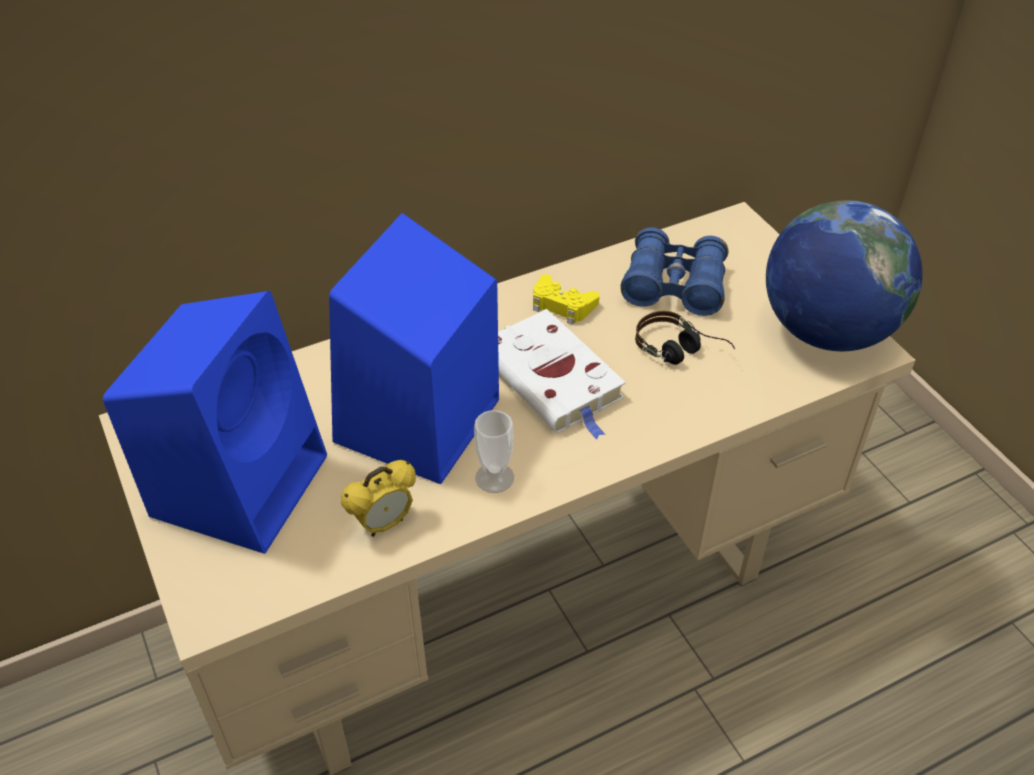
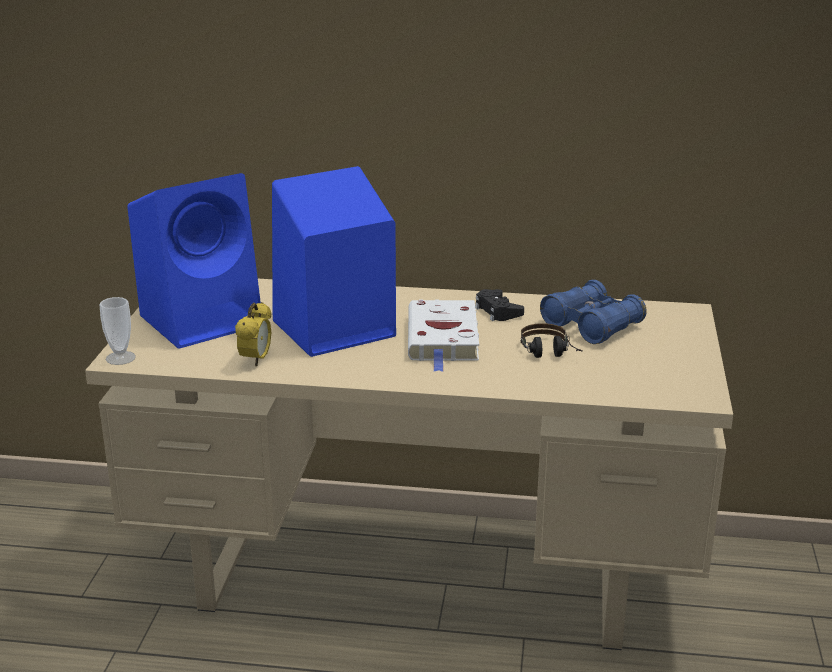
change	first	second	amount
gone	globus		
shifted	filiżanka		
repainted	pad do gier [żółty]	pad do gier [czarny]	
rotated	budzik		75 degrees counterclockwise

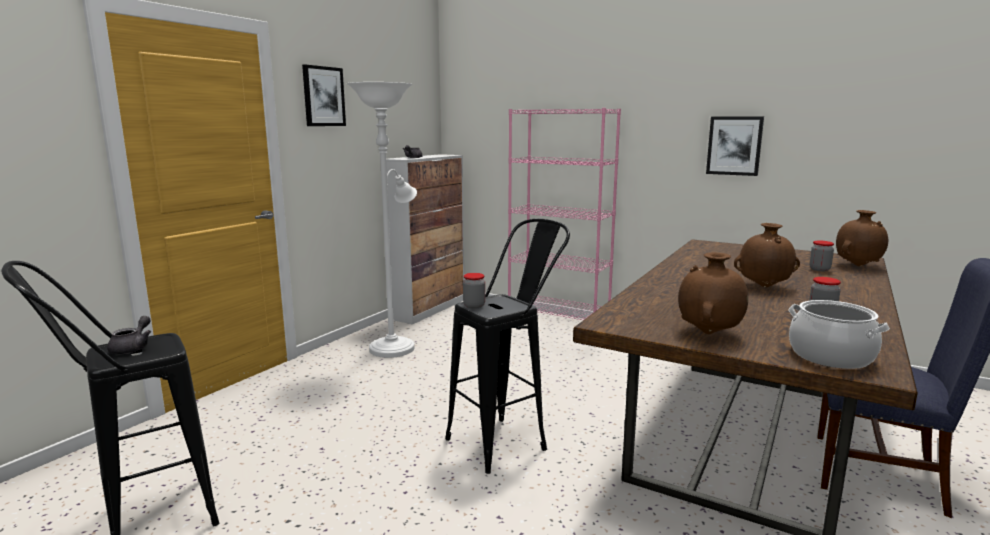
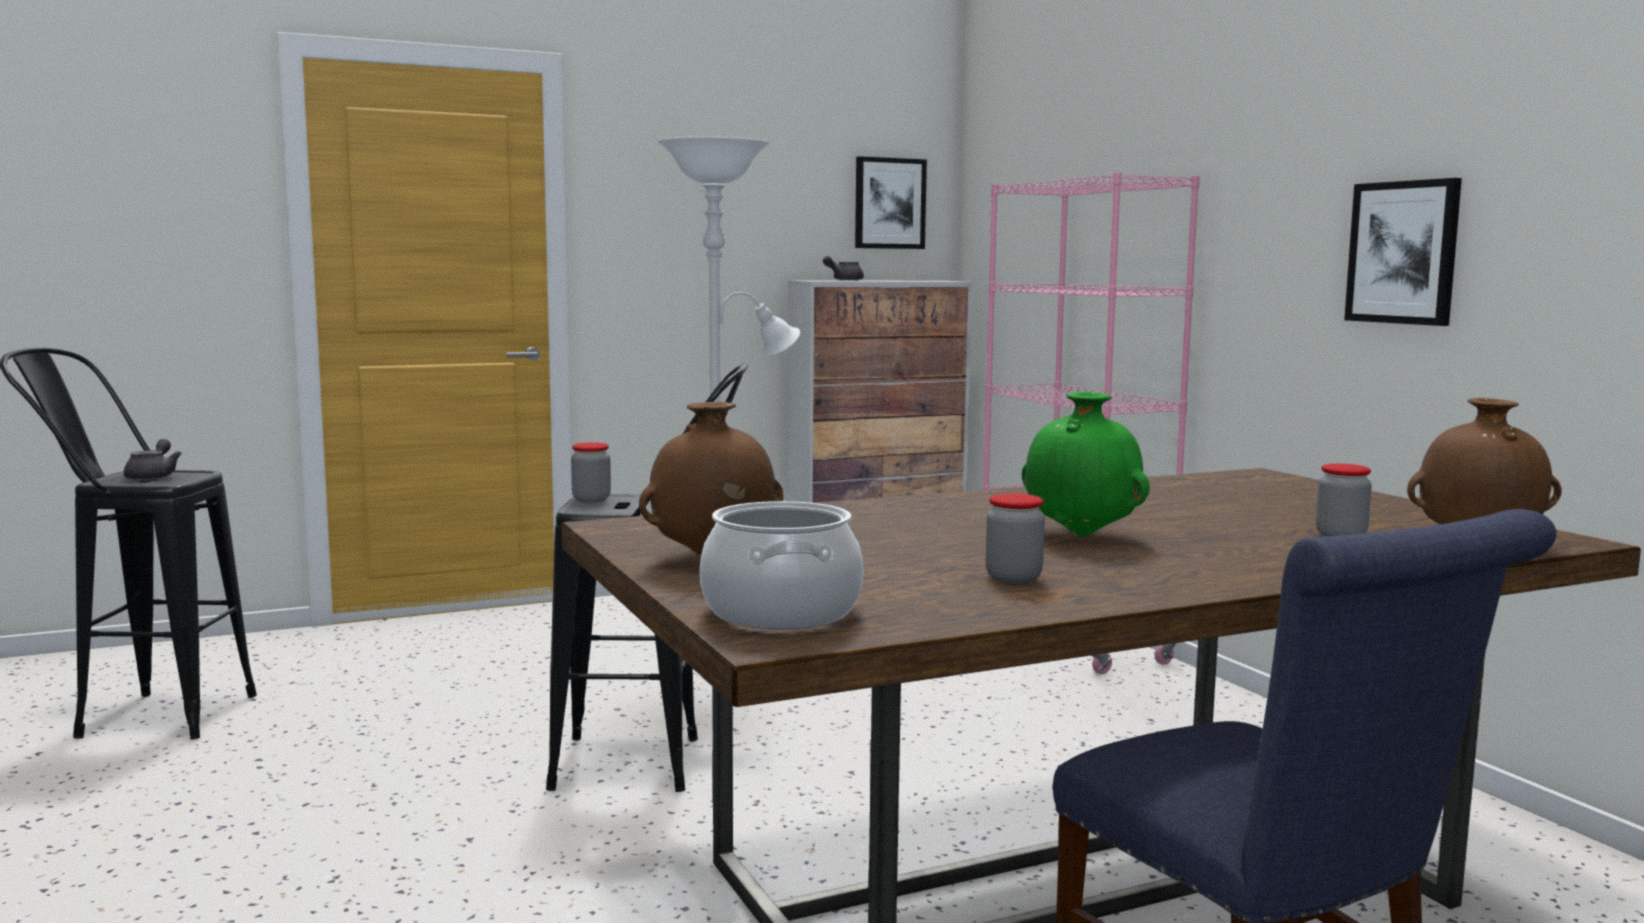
change	first	second	amount
shifted	obraz (no. 1 from left)		
repainted	wazon [brązowy] (no. 2 from left)	wazon [zielony]	
rotated	imbryk [szary] (no. 1 from left)		45 degrees counterclockwise

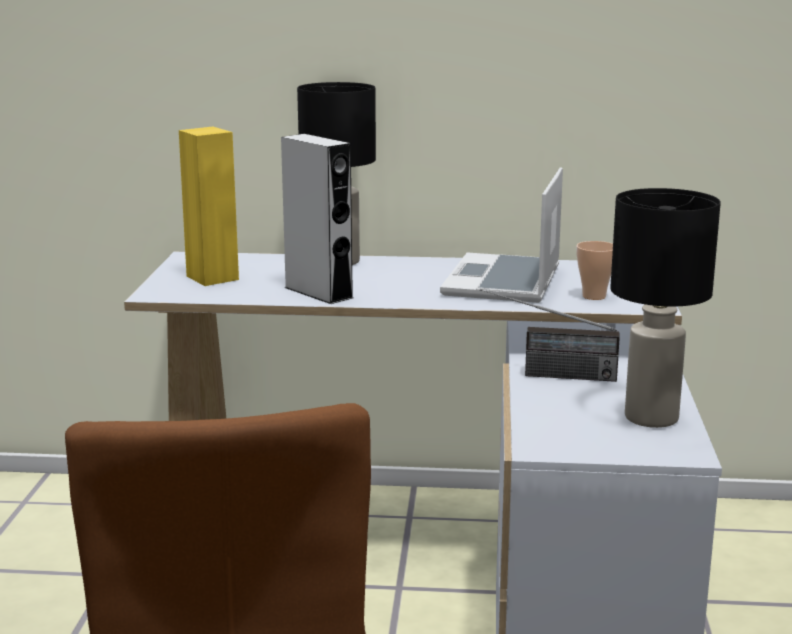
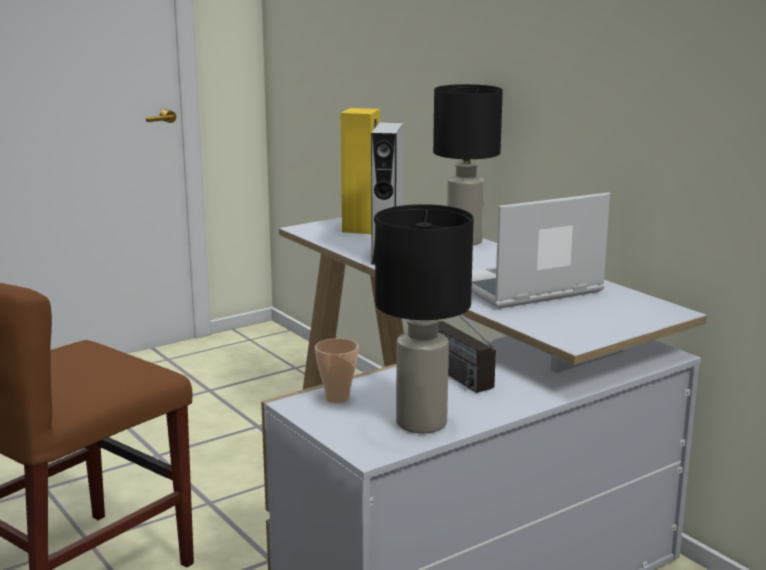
change	first	second	amount
shifted	filiżanka		

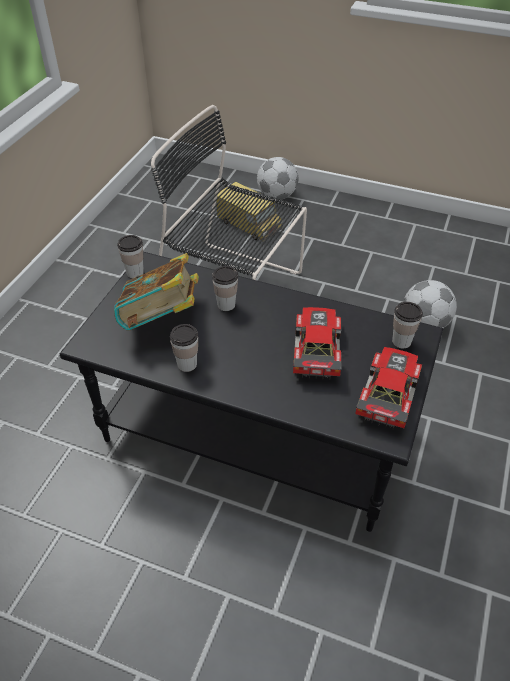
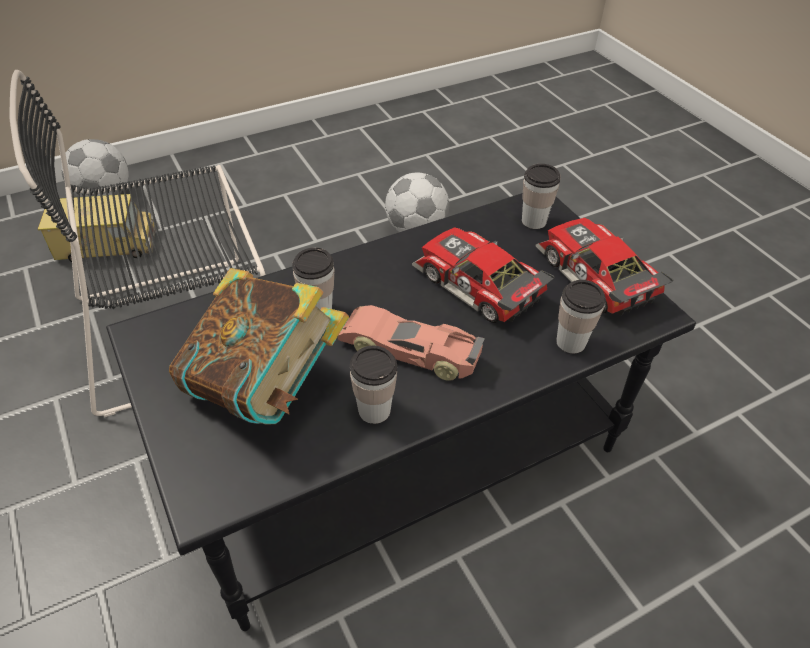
change	first	second	amount
new		samochodzik (no. 1 from left)	
shifted	filiżanka (no. 1 from left in the first image)	filiżanka (no. 4 from left)	

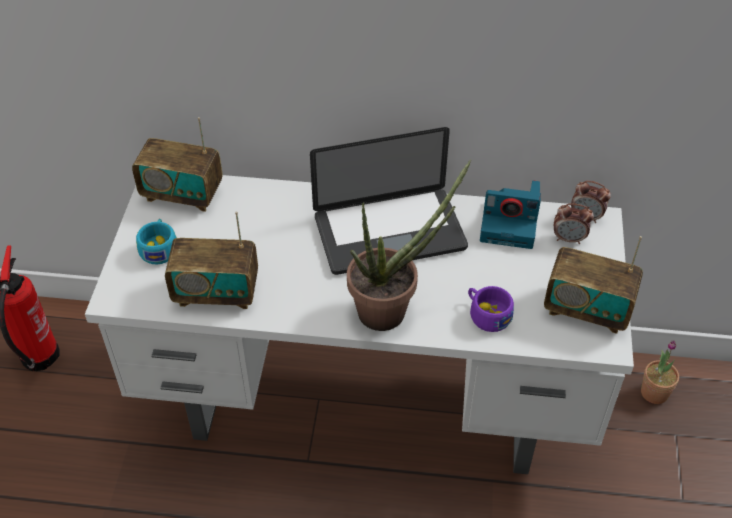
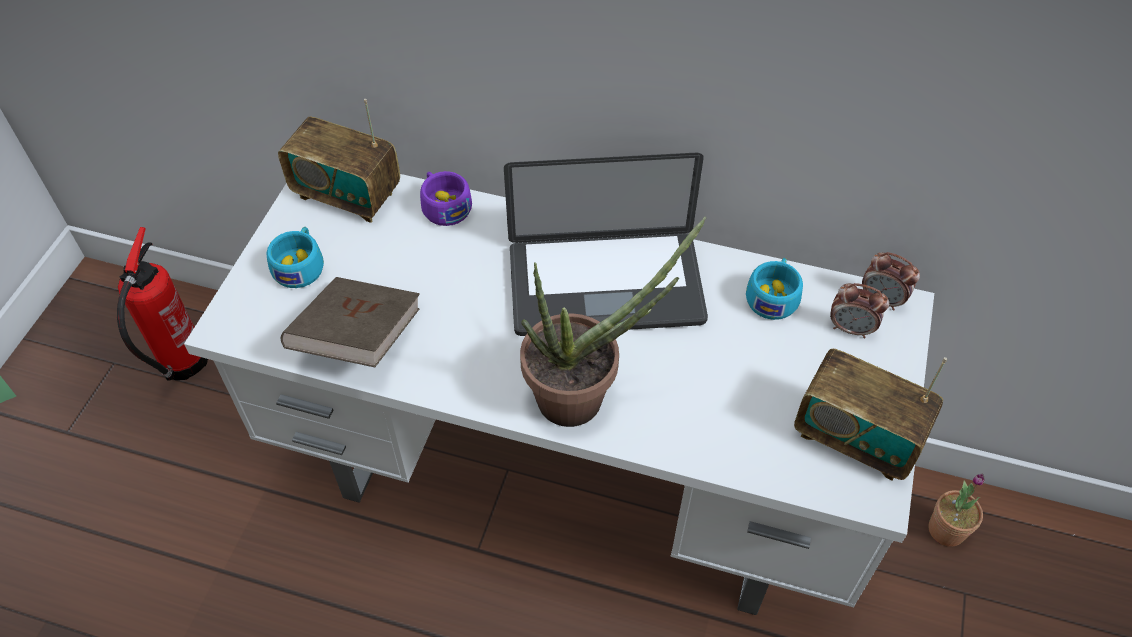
change	first	second	amount
shifted	filiżanka [fioletowy]		
swapped	radio (no. 2 from left)	książka [brązowy]	
swapped	aparat fotograficzny	filiżanka [turkusowy] (no. 2 from left)	

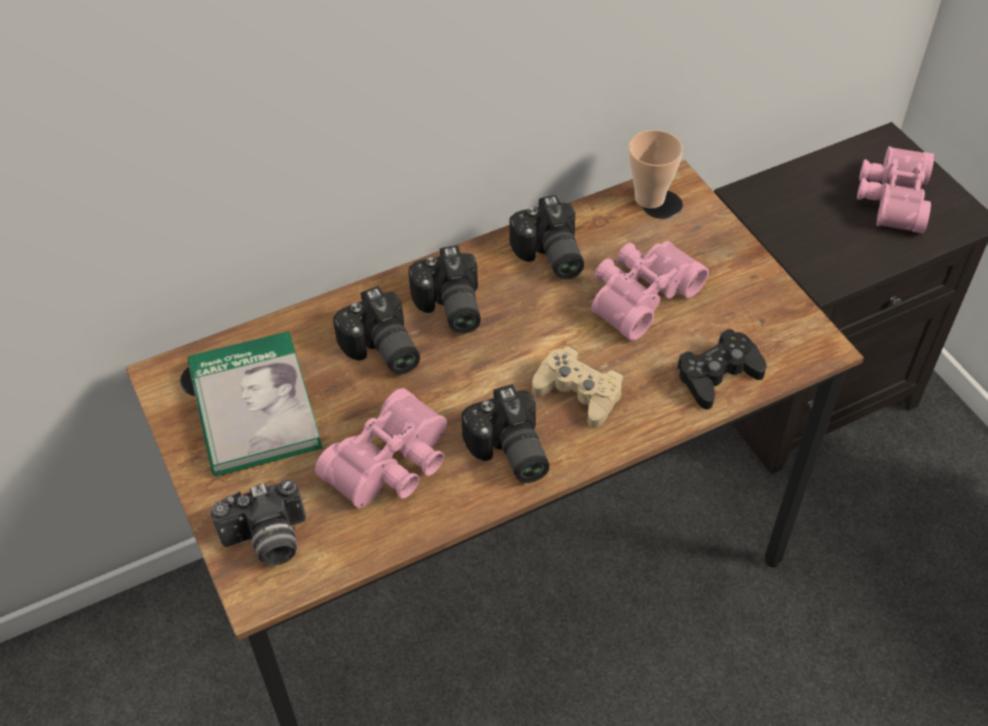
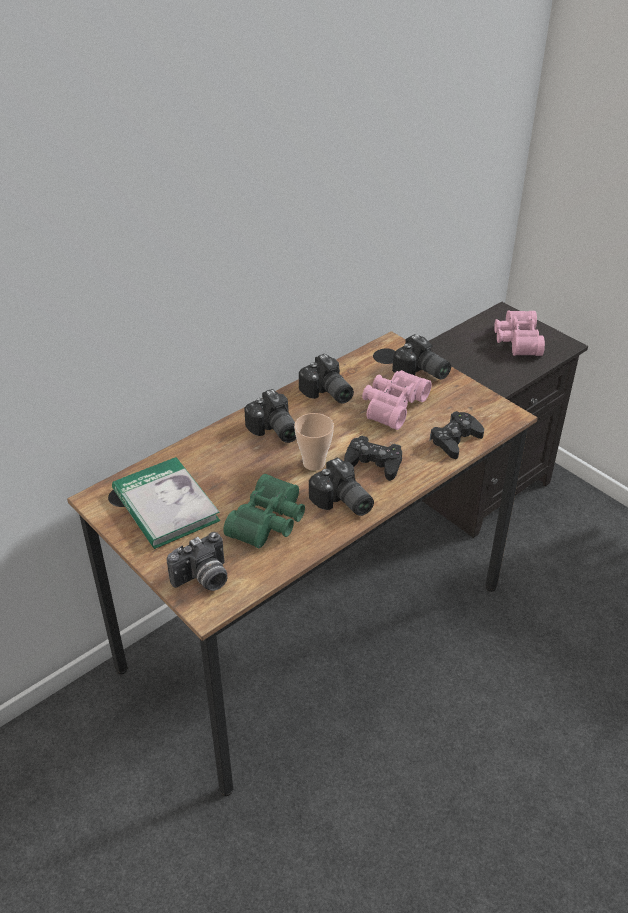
change	first	second	amount
shifted	aparat fotograficzny (no. 2 from left in the first image)	aparat fotograficzny (no. 5 from left)	
shifted	filiżanka		
repainted	lornetka [różowy] (no. 1 from left)	lornetka [zielony]	
repainted	pad do gier [beżowy]	pad do gier [czarny] (no. 1 from left)	

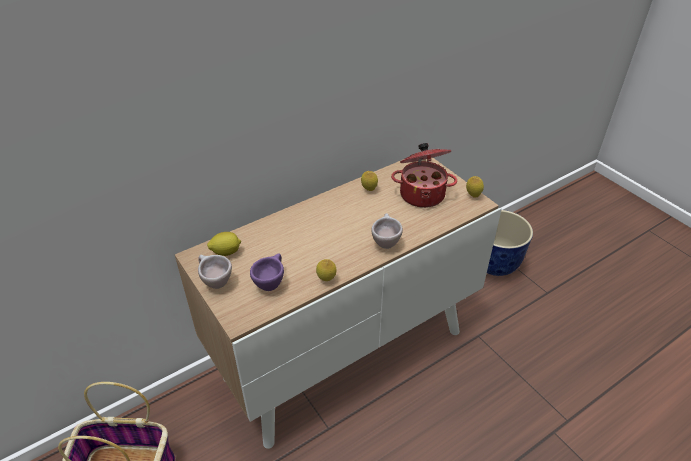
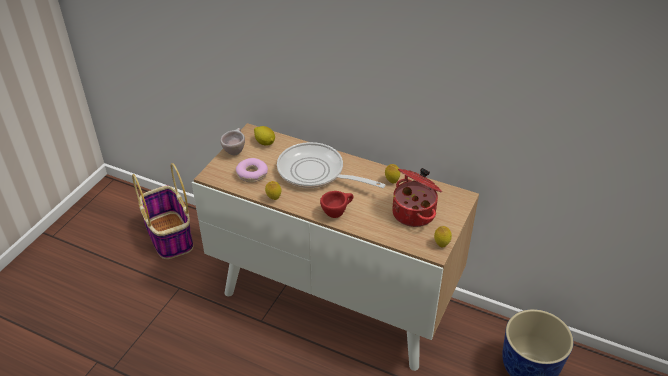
change	first	second	amount
new		patelnia	
swapped	filiżanka [fioletowy]	donut	
repainted	filiżanka [beżowy] (no. 2 from left)	filiżanka [czerwony]	

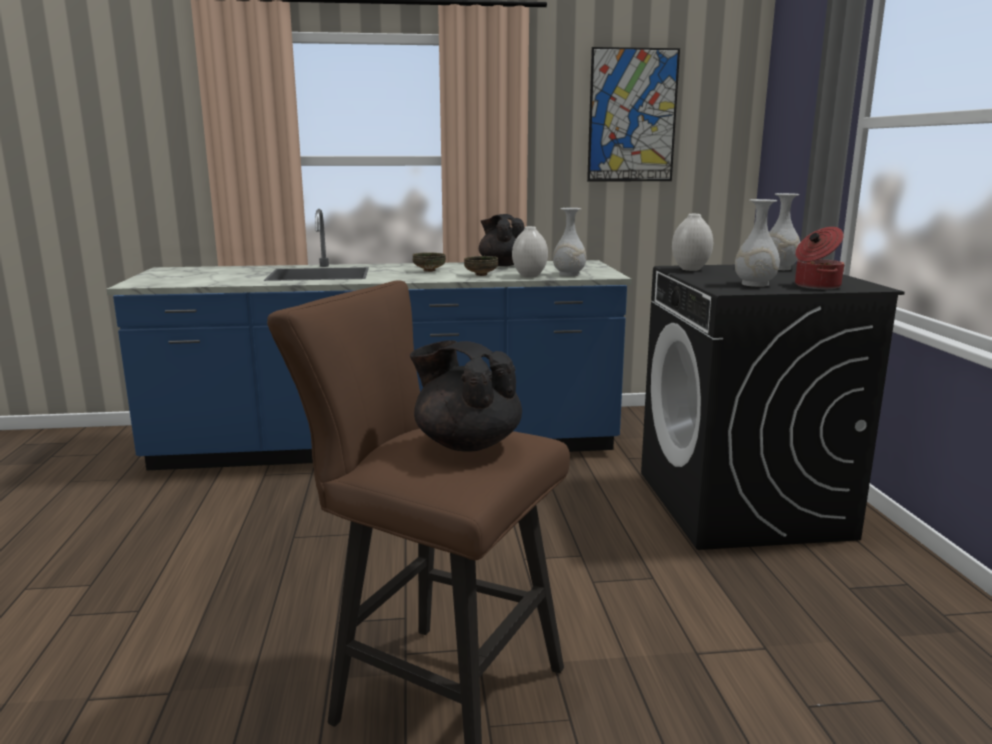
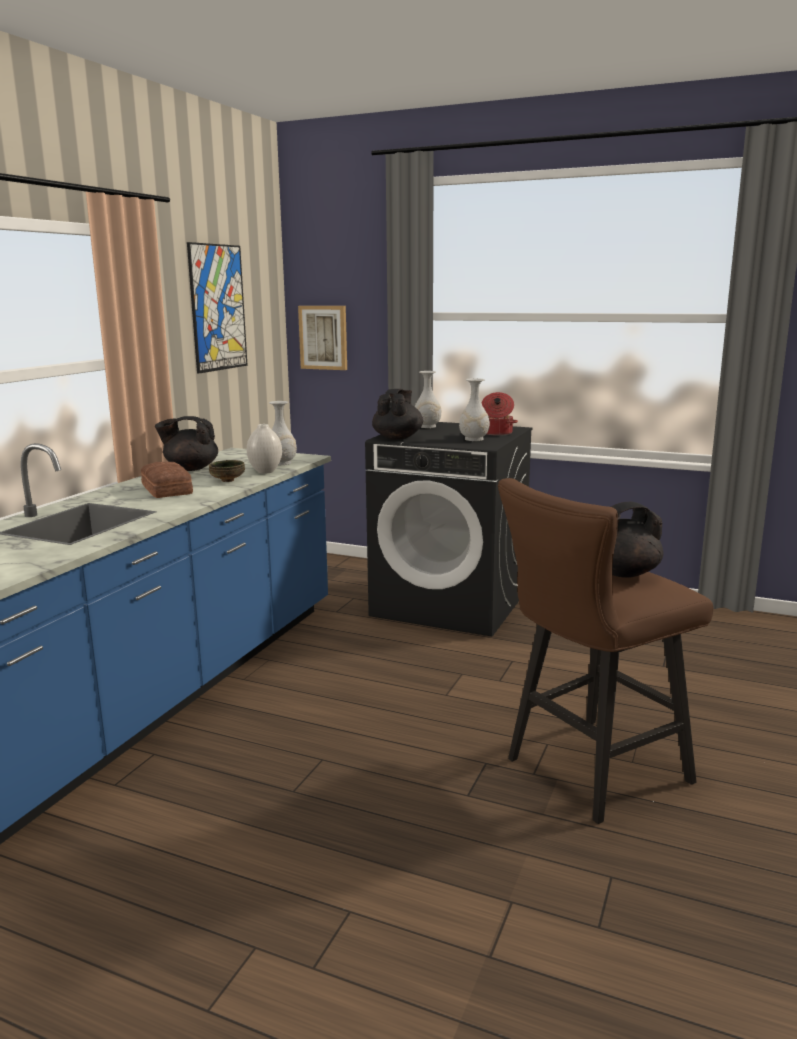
change	first	second	amount
new		obraz (no. 2 from left)	
swapped	miska (no. 1 from left)	chleb	
swapped	wazon [biały] (no. 3 from left)	imbryk [czarny] (no. 2 from left)	

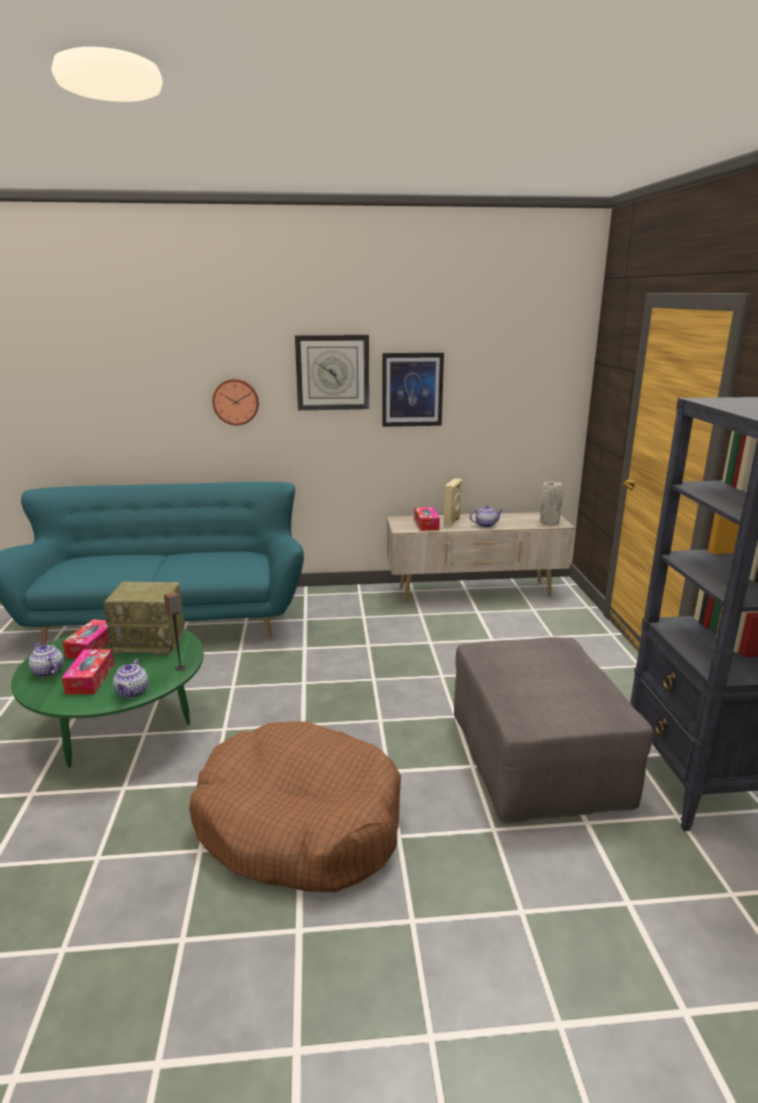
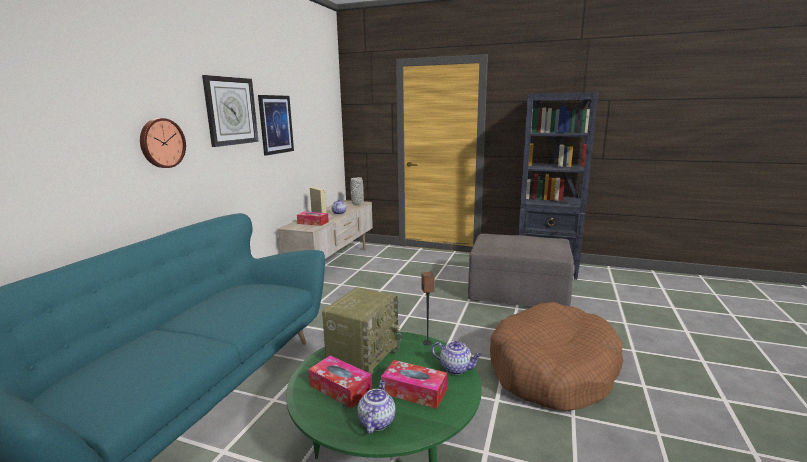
change	first	second	amount
rotated	imbryk (no. 1 from left in the first image)	imbryk (no. 2 from left)	120 degrees clockwise

